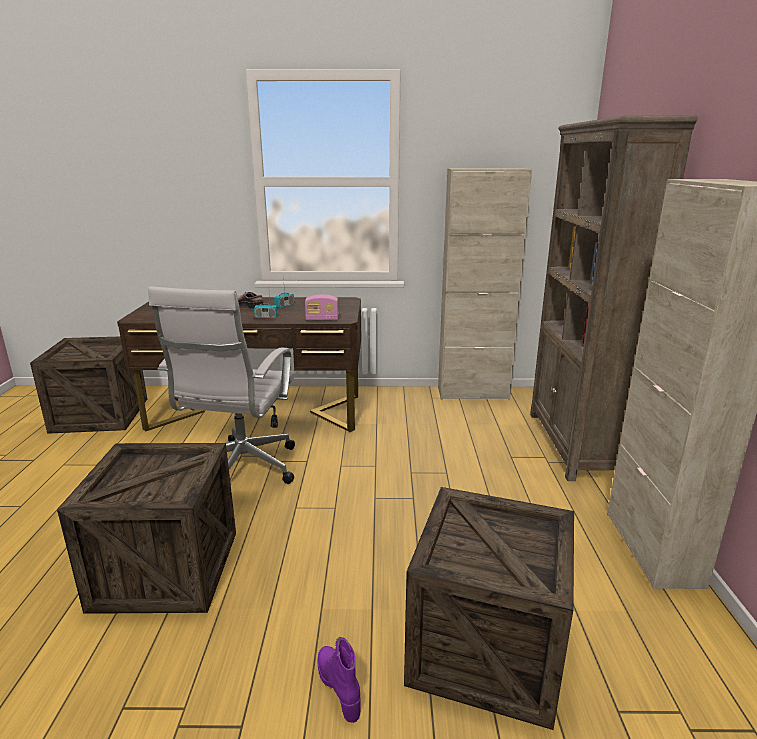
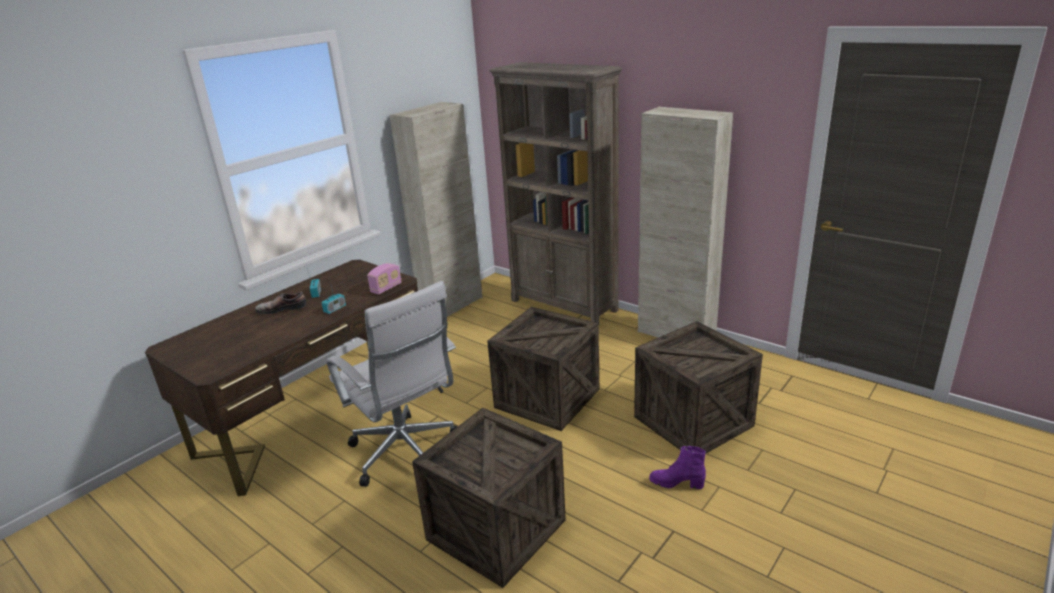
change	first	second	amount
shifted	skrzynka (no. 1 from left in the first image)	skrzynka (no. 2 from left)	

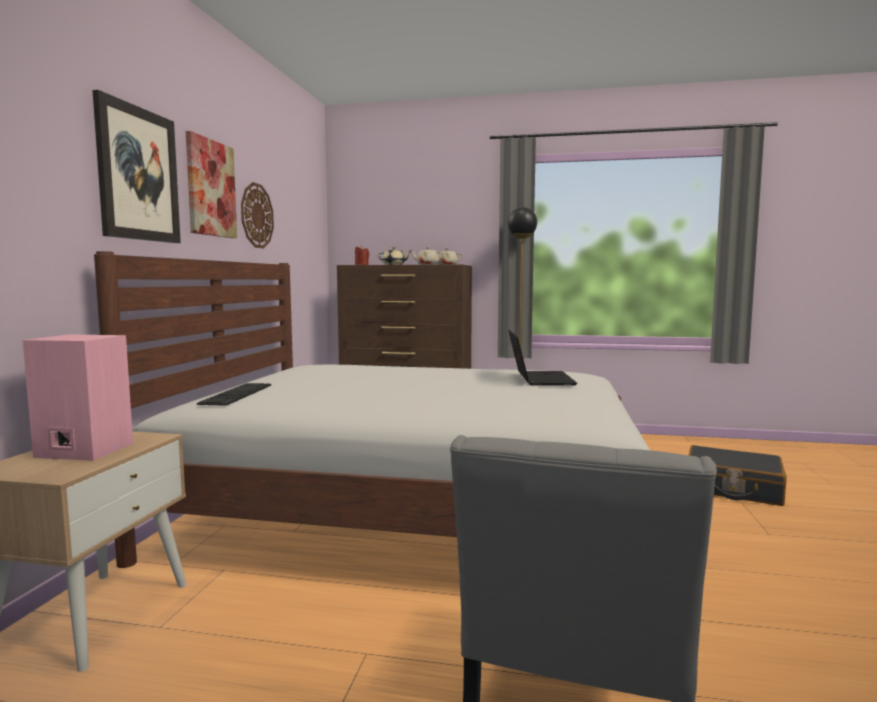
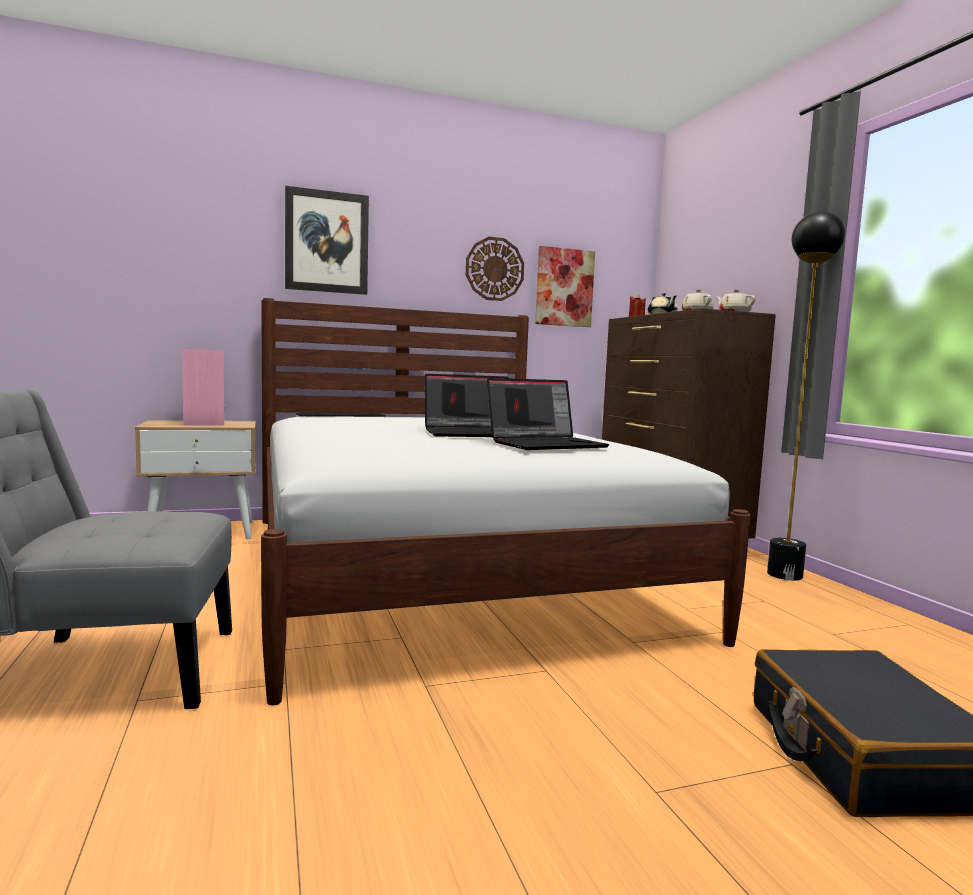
change	first	second	amount
new		laptop (no. 1 from left)	
shifted	obraz (no. 2 from left)		

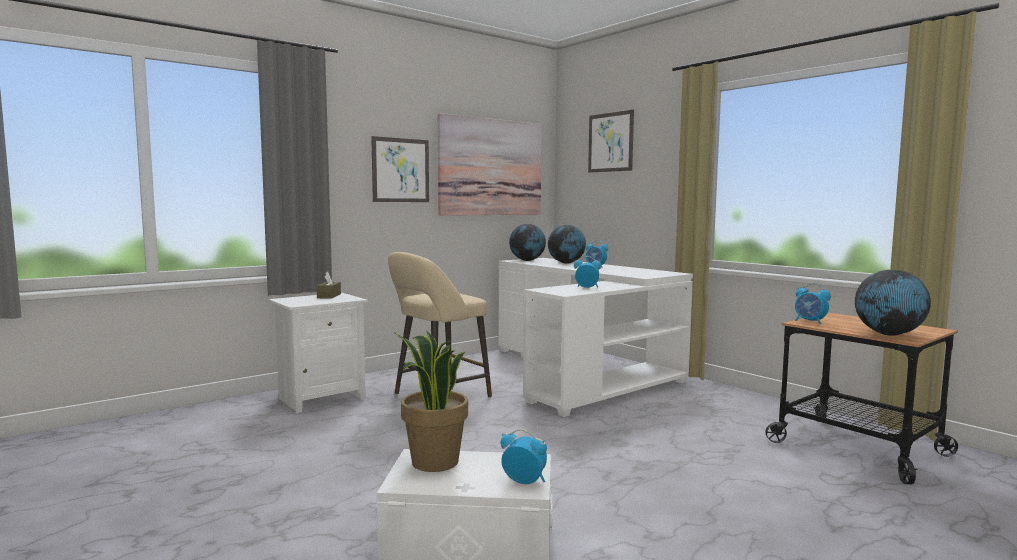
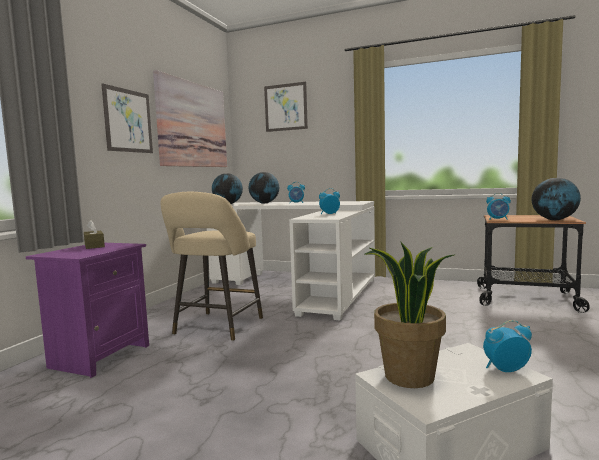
change	first	second	amount
repainted	szafka nocna [biały]	szafka nocna [fioletowy]	

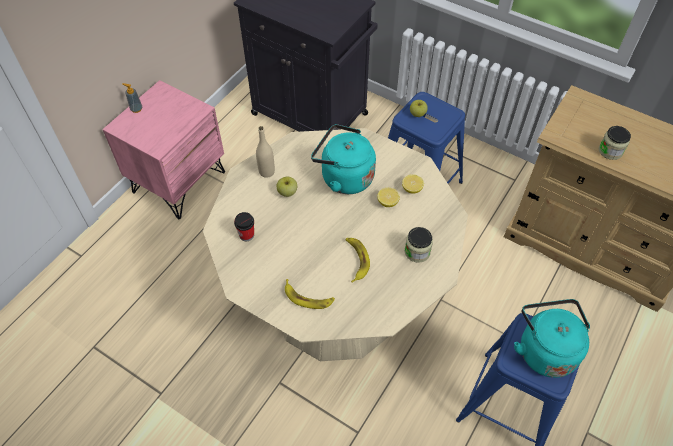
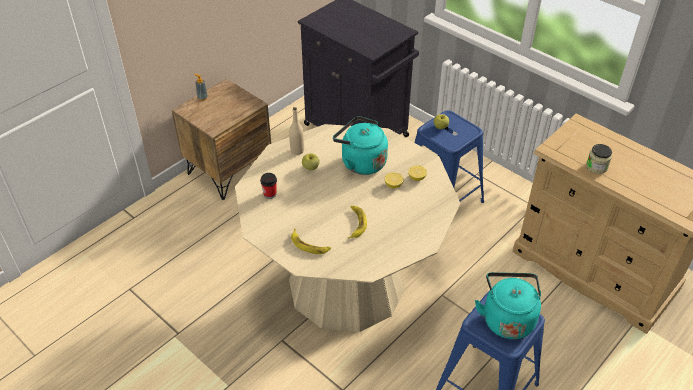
change	first	second	amount
gone	słoik (no. 1 from left)		
repainted	szafka nocna [różowy]	szafka nocna [brązowy]	

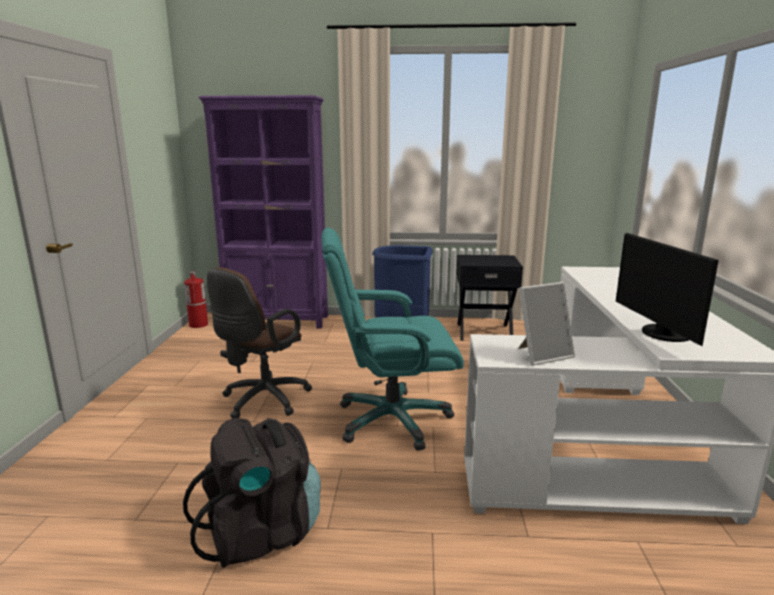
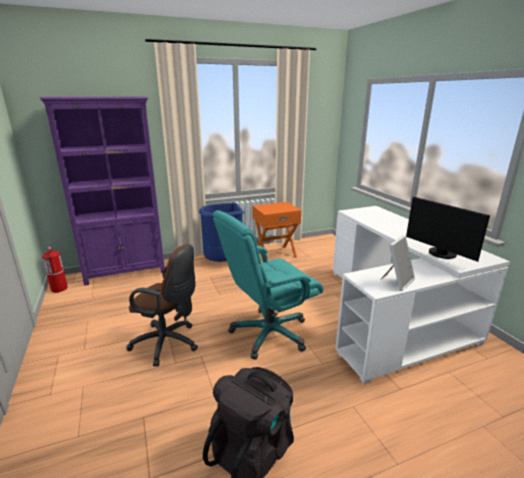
change	first	second	amount
repainted	szafka nocna [czarny]	szafka nocna [pomarańczowy]	
rotated	krzesło biurowe [brązowy]		75 degrees counterclockwise

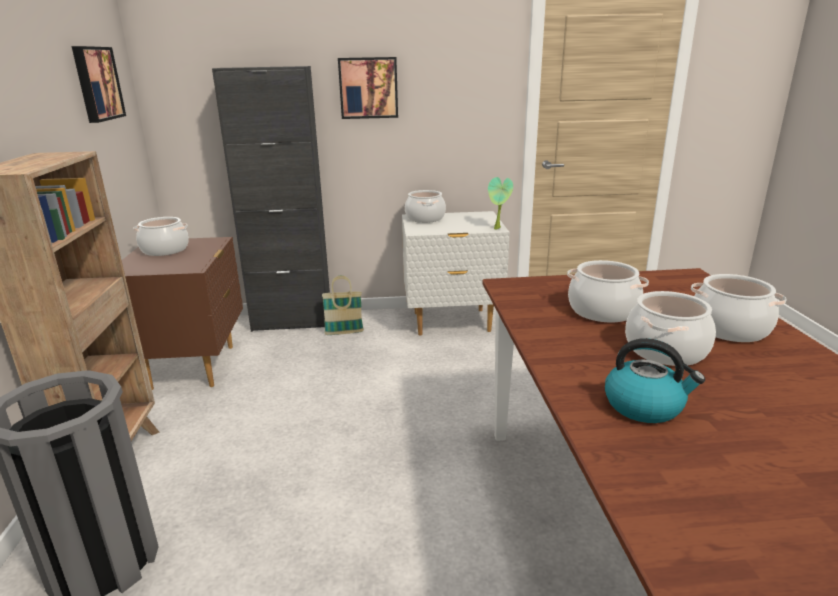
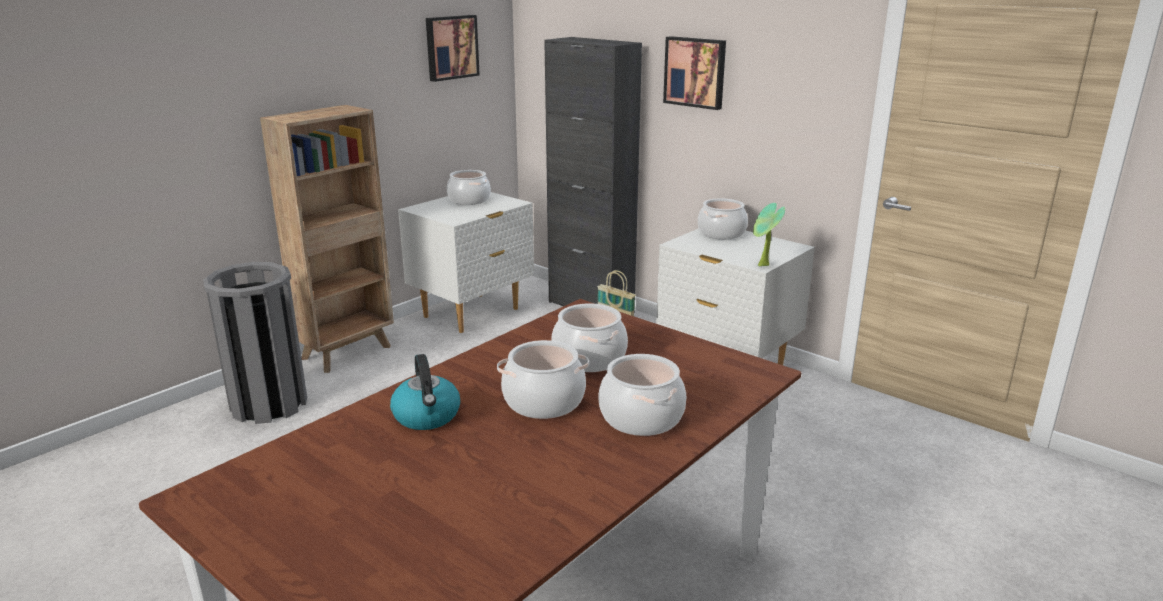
change	first	second	amount
repainted	szafka nocna [brązowy]	szafka nocna [biały] (no. 1 from left)	

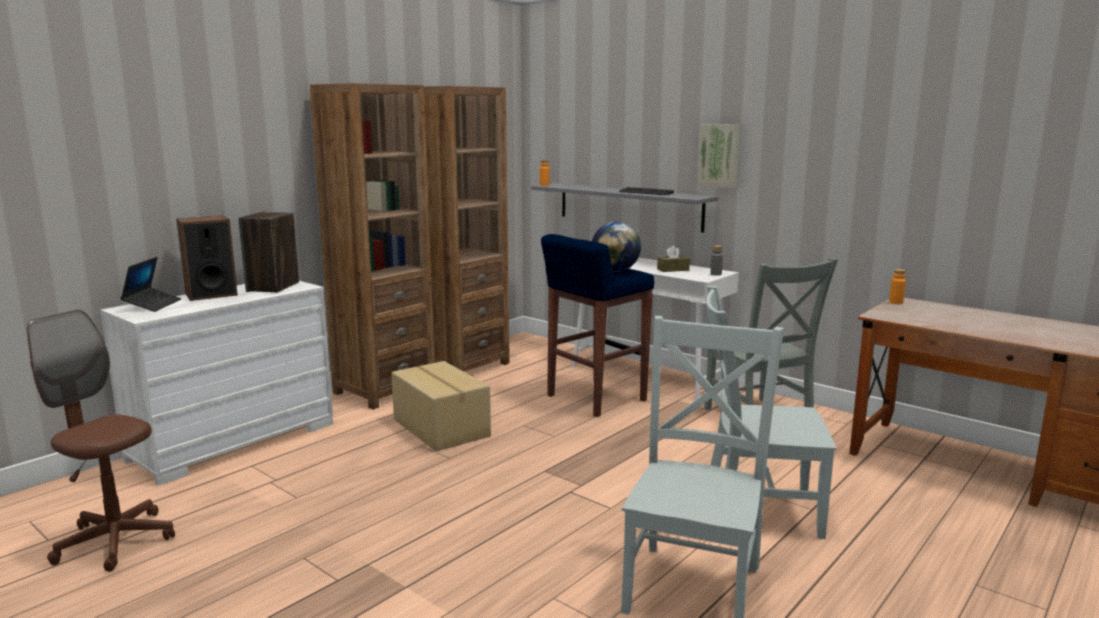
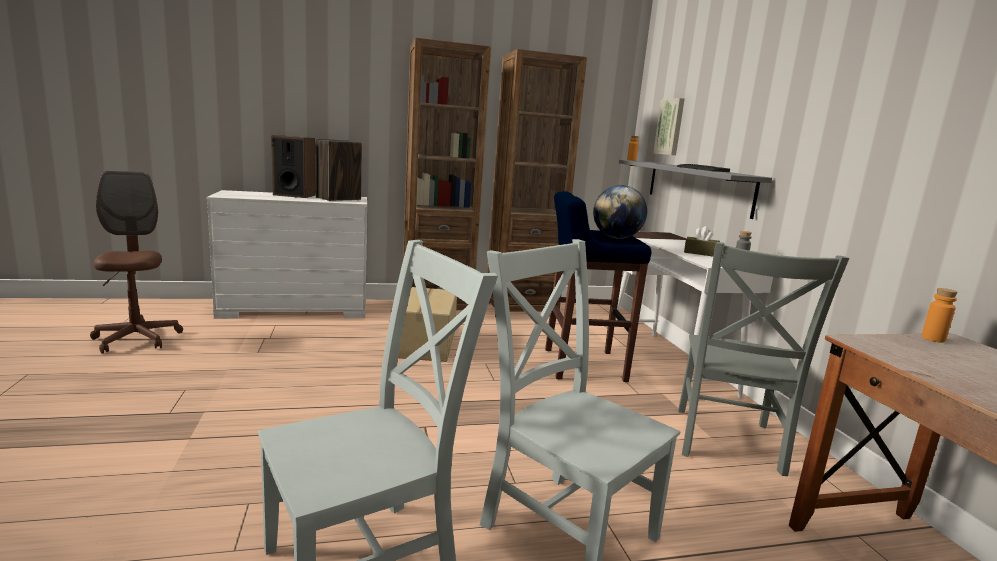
change	first	second	amount
gone	laptop		
shifted	obraz		

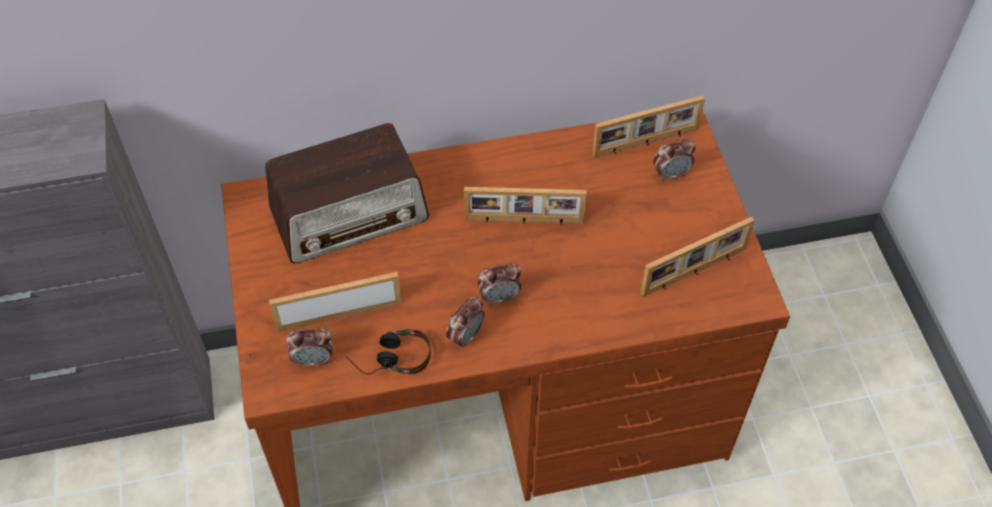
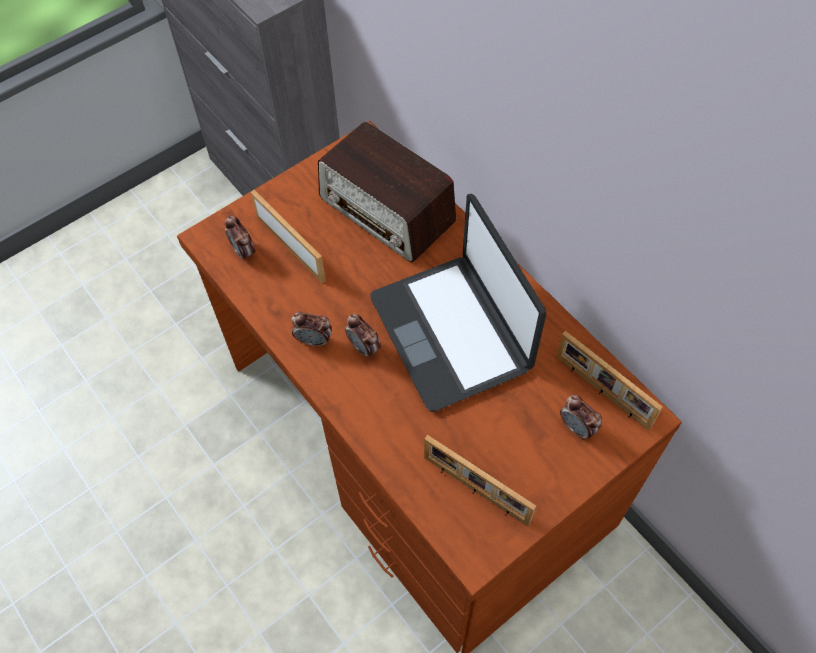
change	first	second	amount
gone	słuchawki		
swapped	ramka na zdjęcie (no. 2 from left)	laptop	

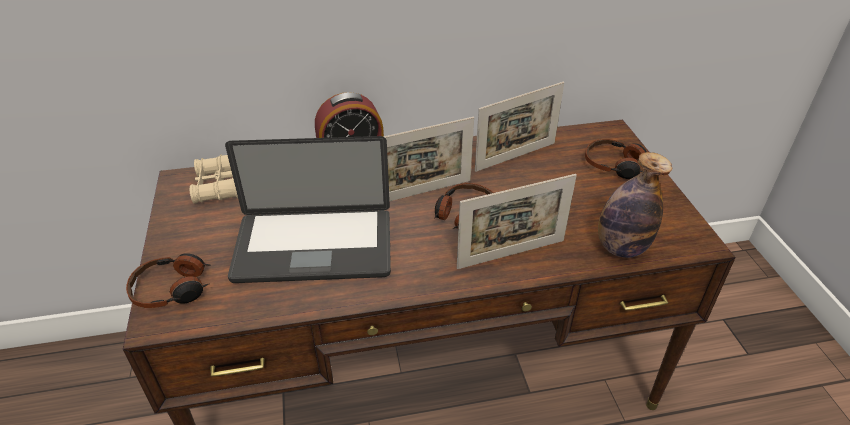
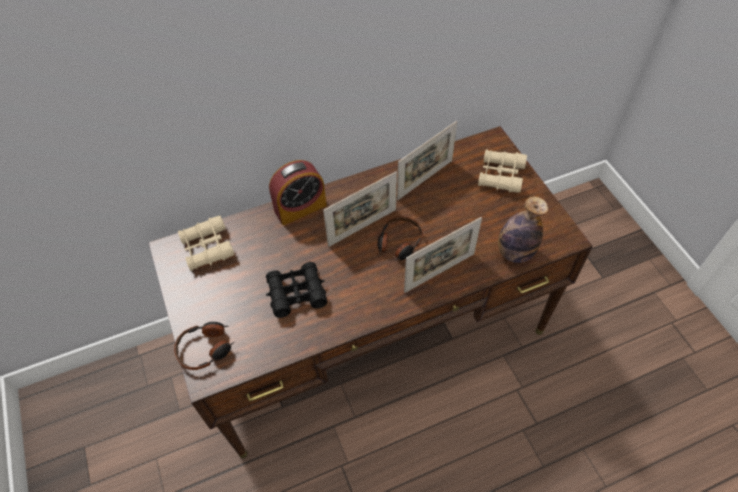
change	first	second	amount
swapped	laptop	lornetka [czarny]	
swapped	słuchawki (no. 3 from left)	lornetka [beżowy] (no. 2 from left)	

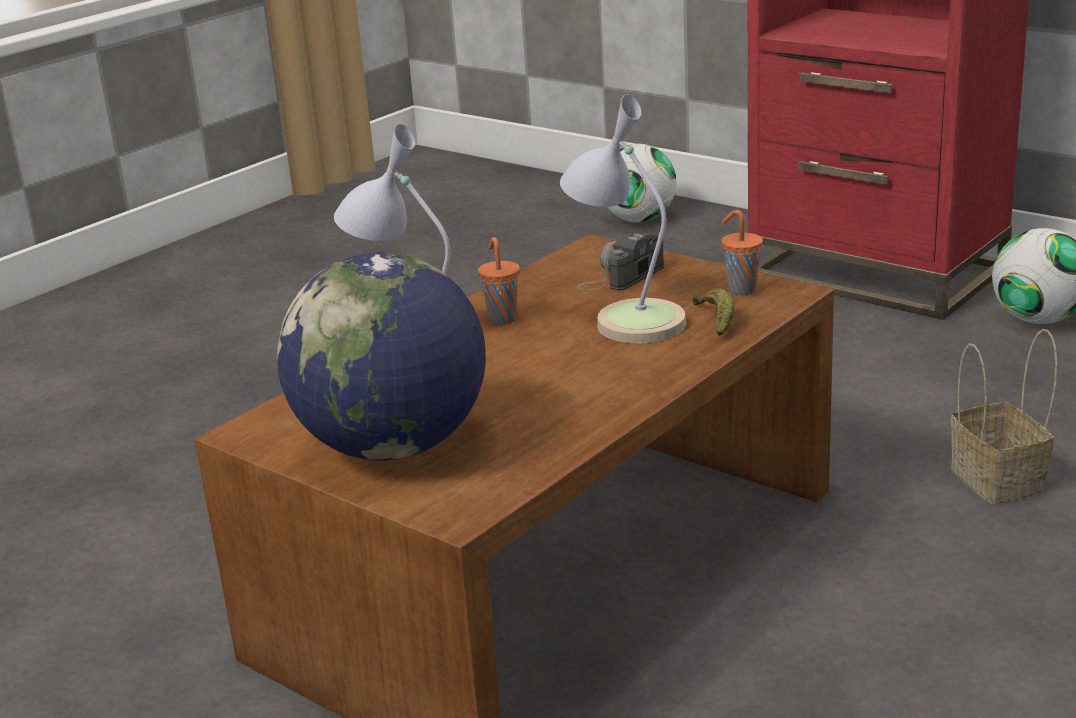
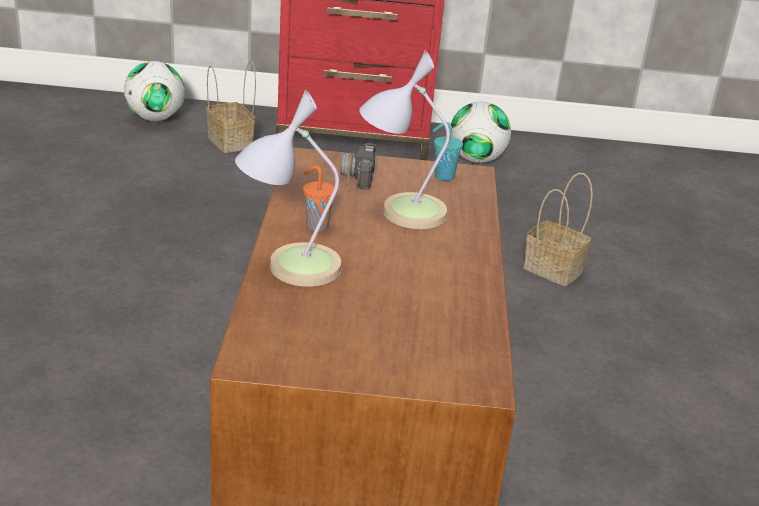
change	first	second	amount
gone	globus		
gone	banan		
new		koszyk (no. 1 from left)	
repainted	filiżanka [pomarańczowy] (no. 2 from left)	filiżanka [turkusowy]	

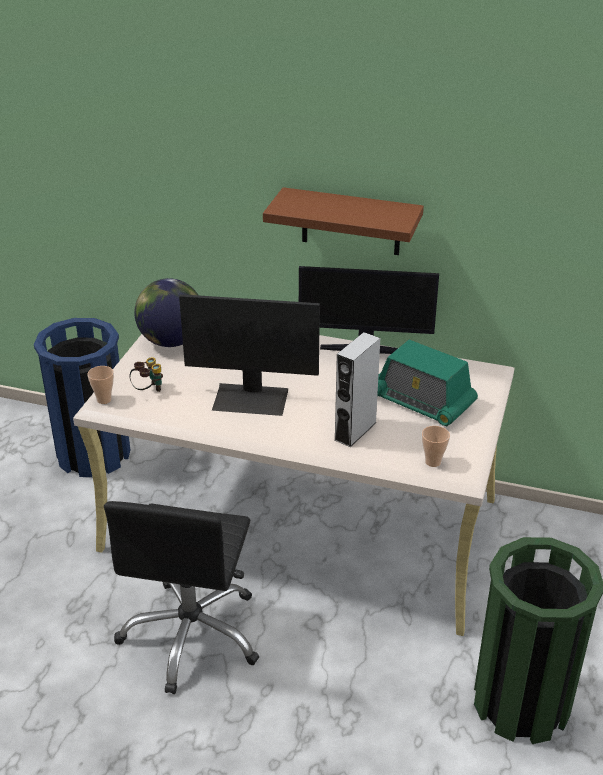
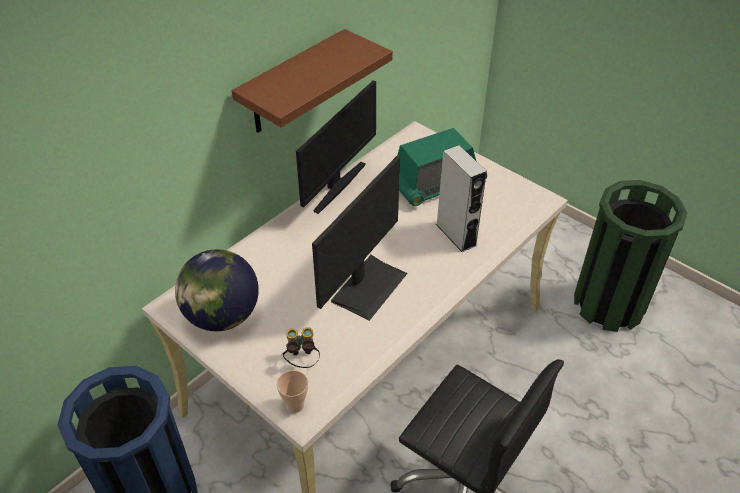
change	first	second	amount
gone	filiżanka (no. 2 from left)		

